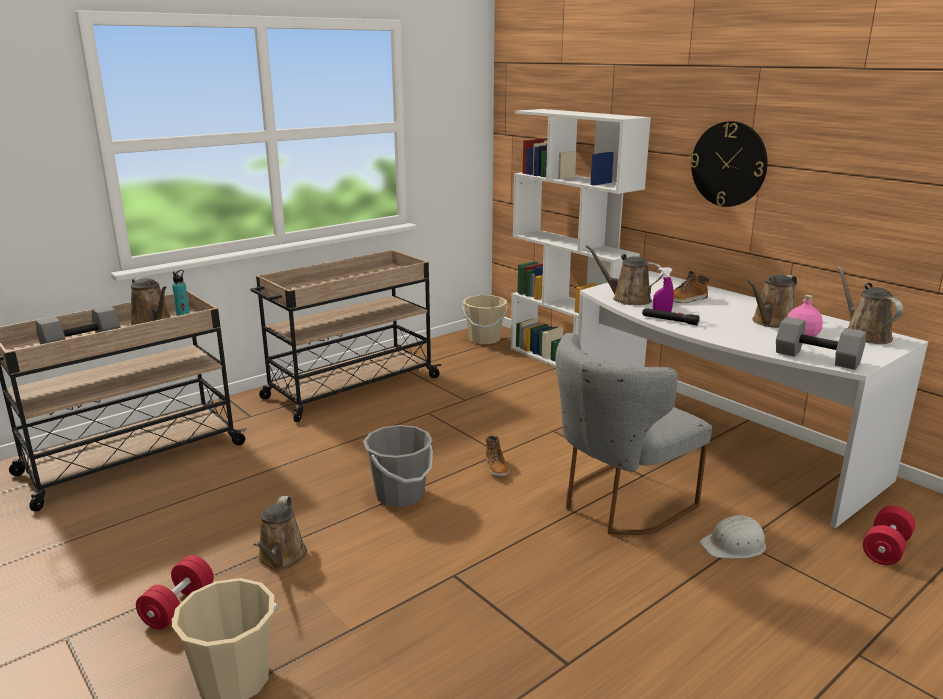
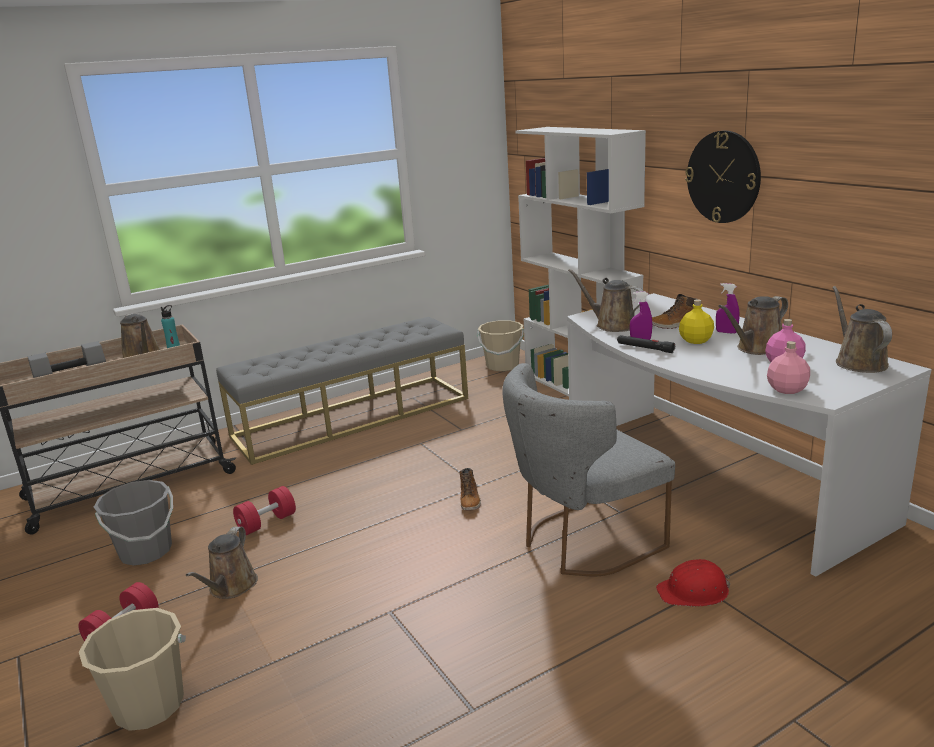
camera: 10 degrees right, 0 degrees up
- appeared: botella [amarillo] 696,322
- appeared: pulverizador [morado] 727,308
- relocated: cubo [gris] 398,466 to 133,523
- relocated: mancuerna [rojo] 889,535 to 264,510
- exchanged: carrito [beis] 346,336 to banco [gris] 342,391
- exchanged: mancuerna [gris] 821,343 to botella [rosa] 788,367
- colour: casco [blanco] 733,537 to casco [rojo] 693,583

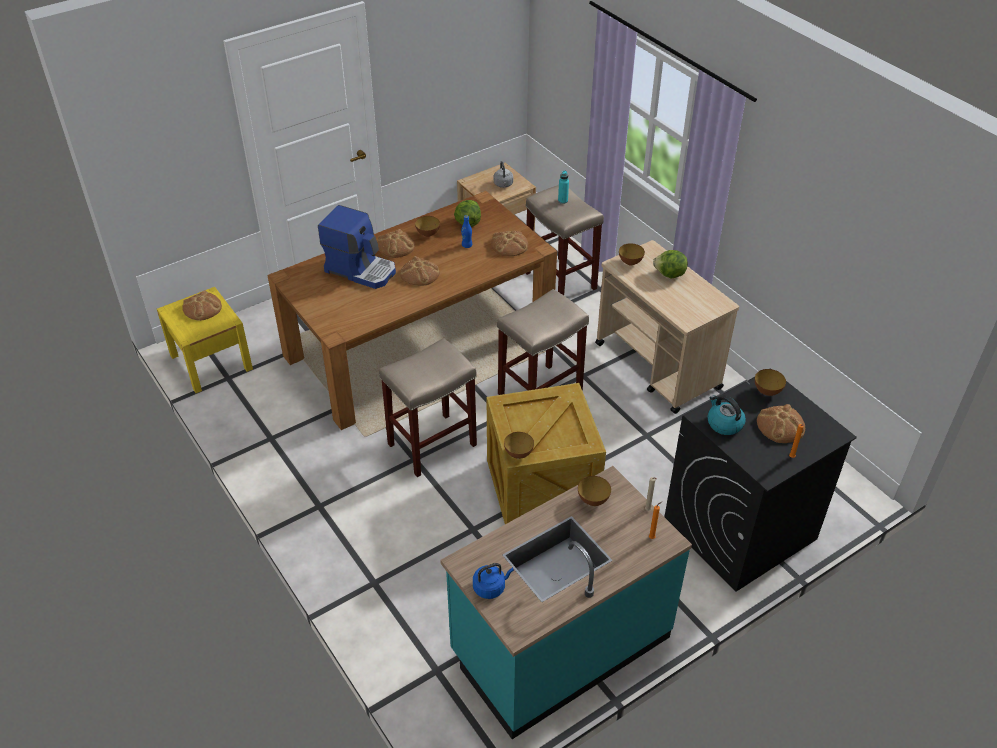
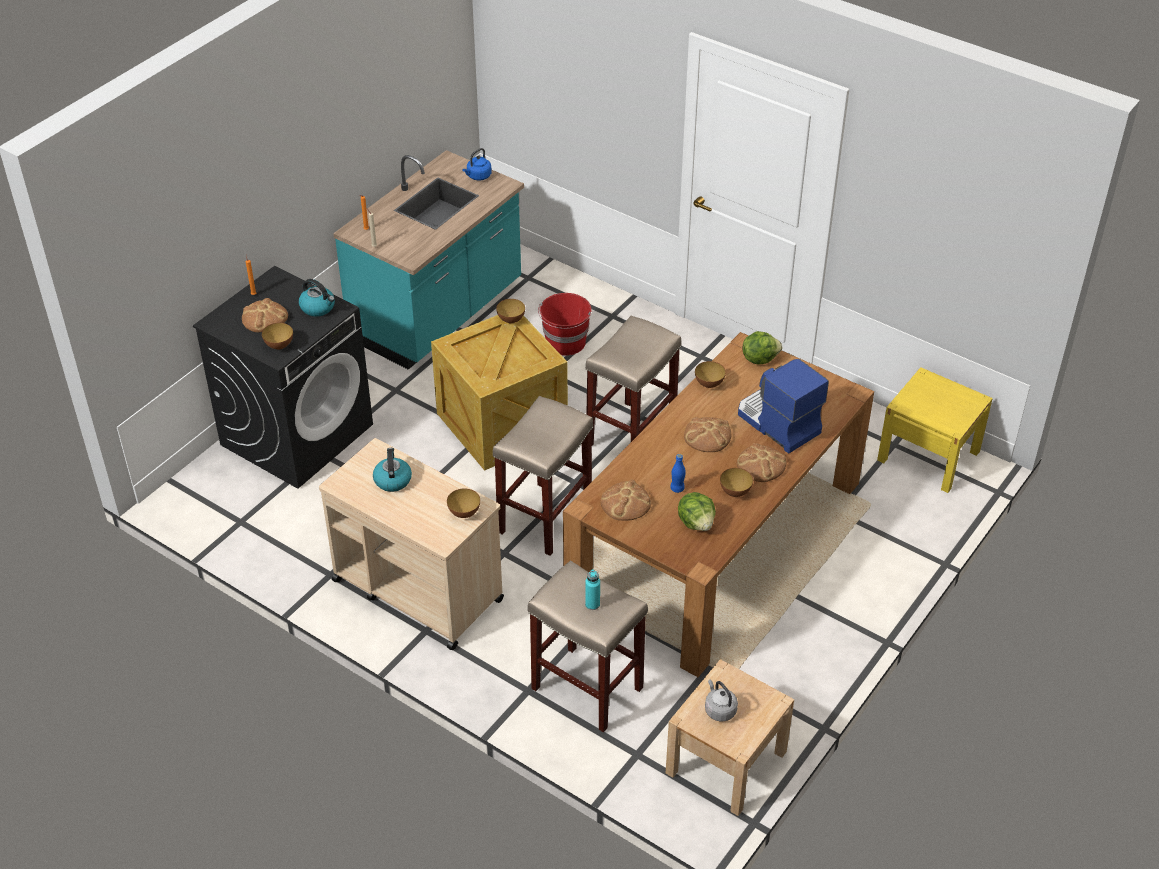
camera: 160 degrees right, 0 degrees up
- missing: pan 202,305
- appeared: hervidor 392,470
- appeared: cubo [rojo] 565,324
- relocated: cuenco 594,491 to 710,374
- relocated: lechuga 670,264 to 762,348
- spun: cafetera 357,247 = 783,406 45 degrees clockwise

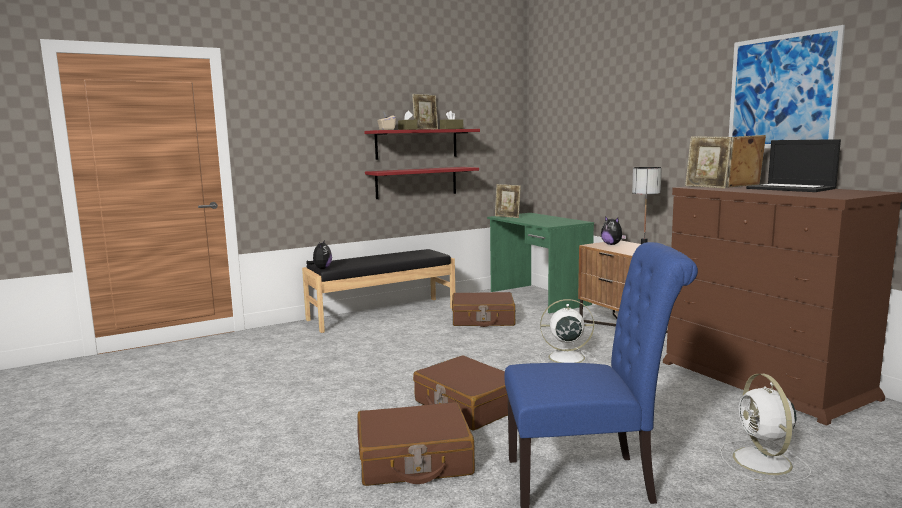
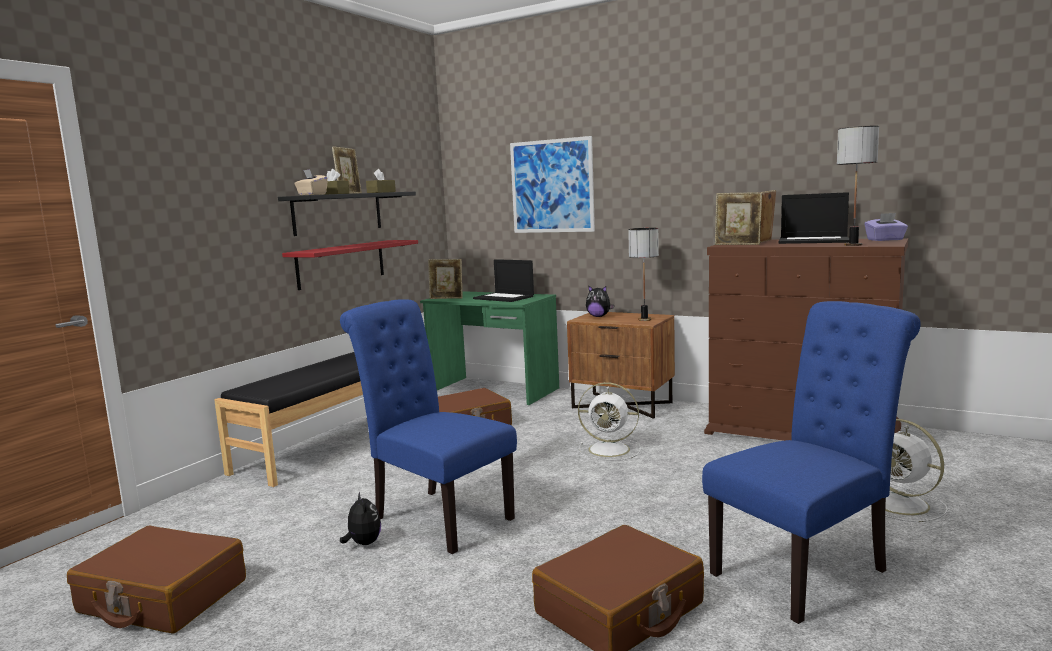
camera: 30 degrees left, 0 degrees up
- appeared: silla [azul] 428,426
- appeared: portátil 503,280
- appeared: lámpara de mesa 858,186
- appeared: caja de pañuelos [morado] 886,227
- relocated: peluche 319,254 to 360,518
- relocated: maleta [marrón] 460,392 to 156,579
- relocated: cuadro 787,86 to 552,184
- colour: estante [rojo] 422,144 to estante [negro] 347,214
- spun: ventilador [blanco] 567,331 = 609,421 135 degrees counterclockwise

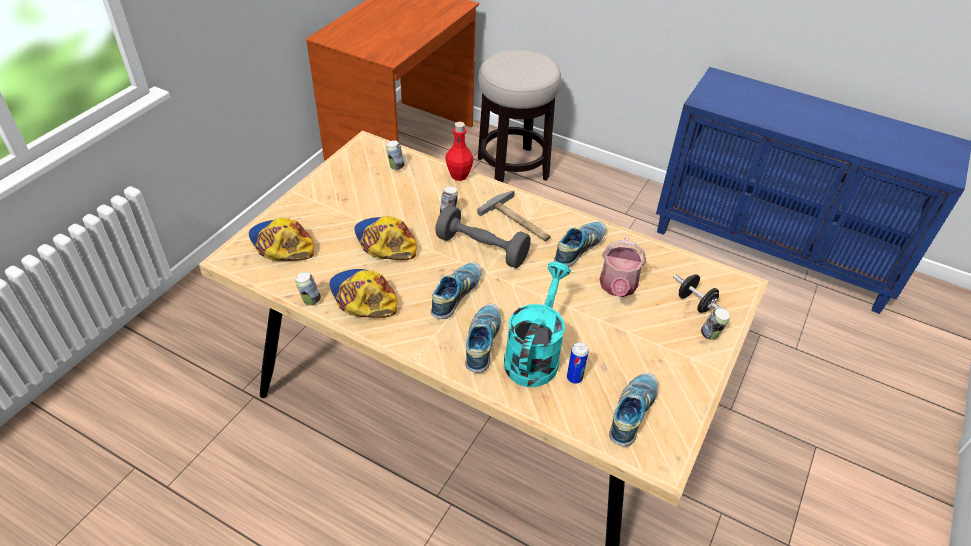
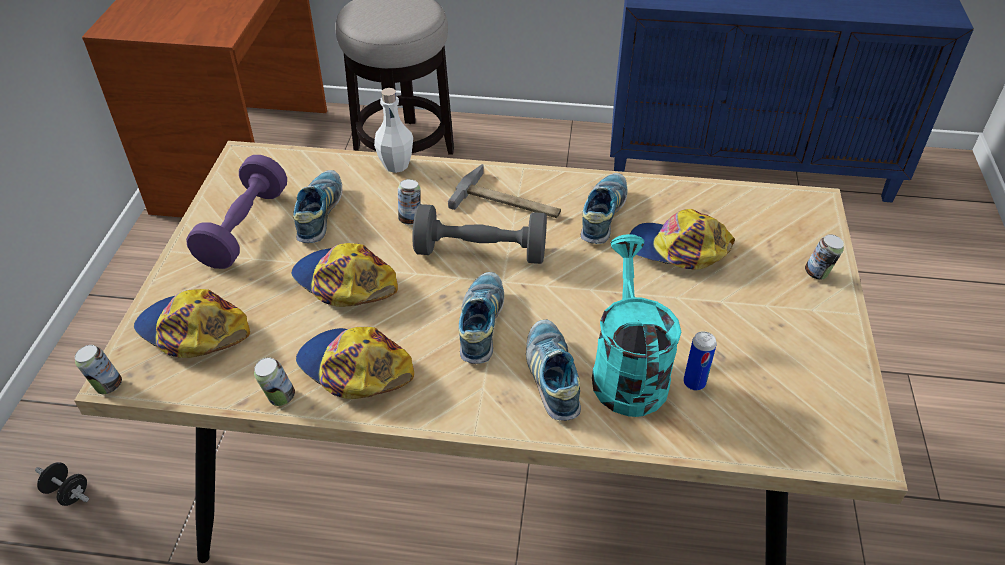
camera: 20 degrees left, 0 degrees up
- appeared: mancuerna [morado] 236,212
- relocated: lata 395,155 to 98,369
- relocated: zapato 633,410 to 317,206
- relocated: mancuerna [negro] 697,293 to 62,484
- exchanged: regadera 622,266 to gorra 682,239
- colour: botella [rojo] 459,151 to botella [blanco] 393,130

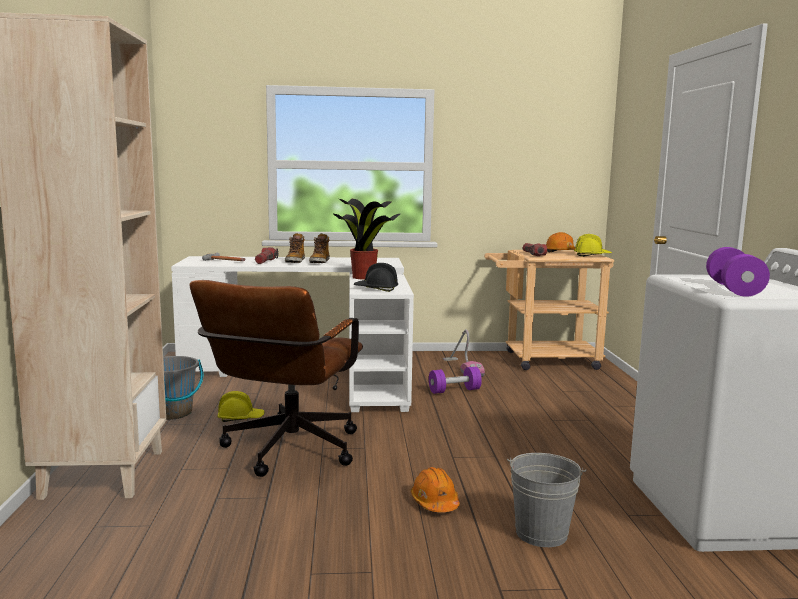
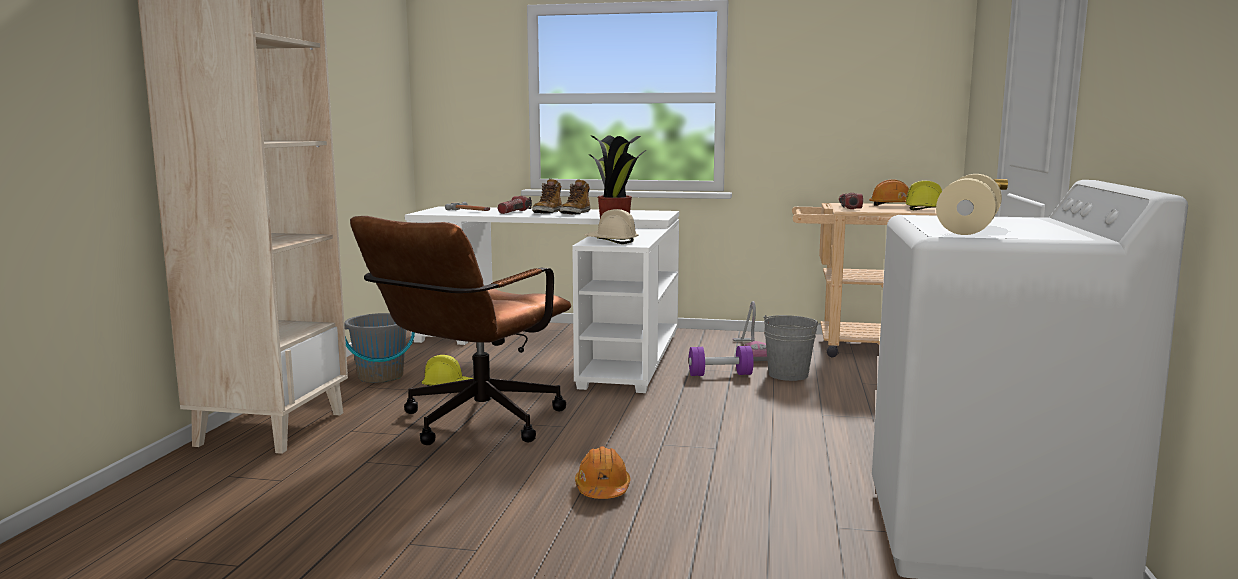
camera: 15 degrees right, 0 degrees up
- relocated: cubo [gris] 546,500 to 792,348
- colour: casco [negro] 376,277 to casco [beis] 611,226
- colour: mancuerna [morado] 738,272 to mancuerna [beis] 969,204

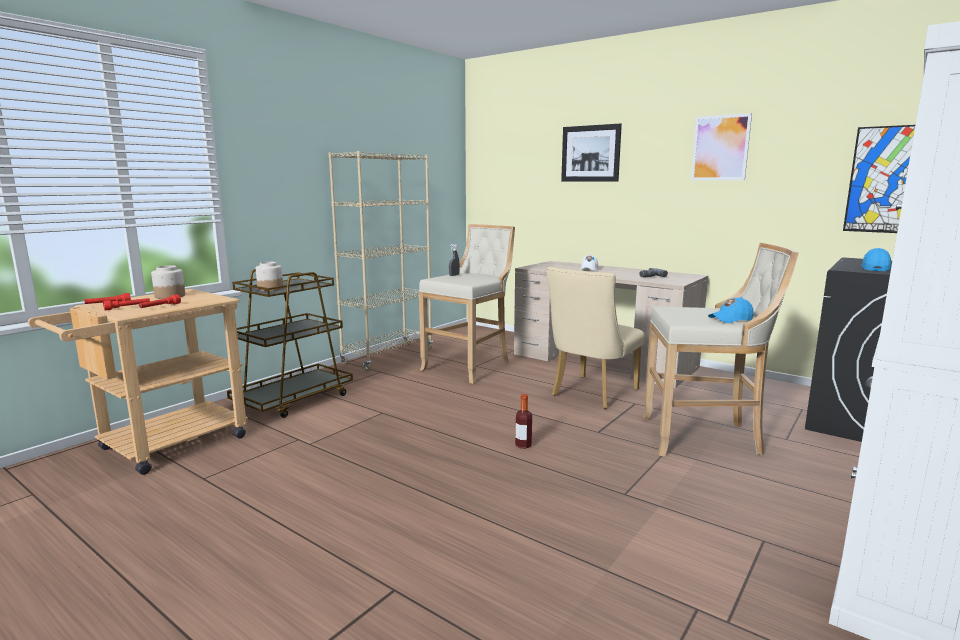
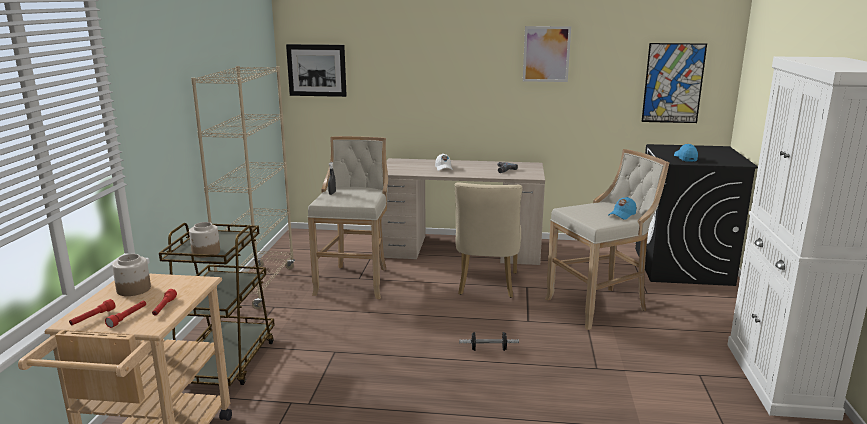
camera: 30 degrees left, 5 degrees up
- relocated: cuadro 591,152 to 316,70
- exchanged: botella 523,421 to mancuerna 489,341

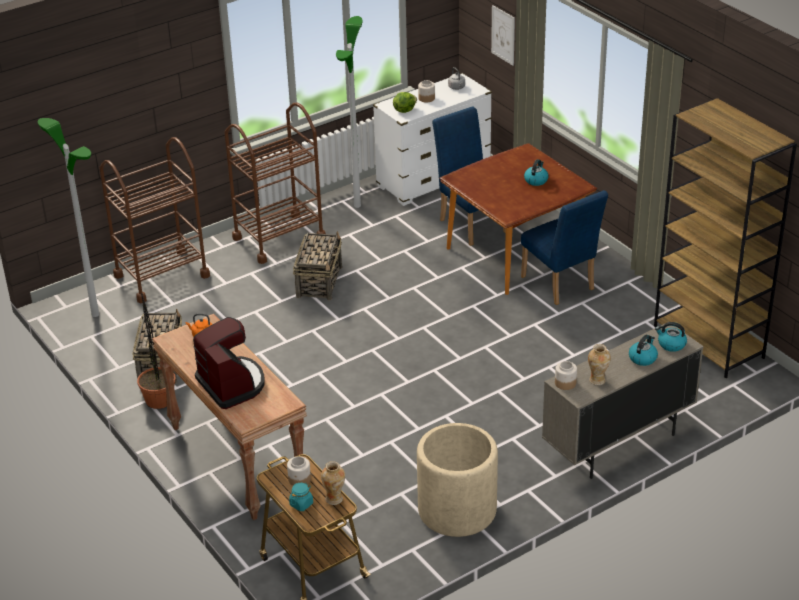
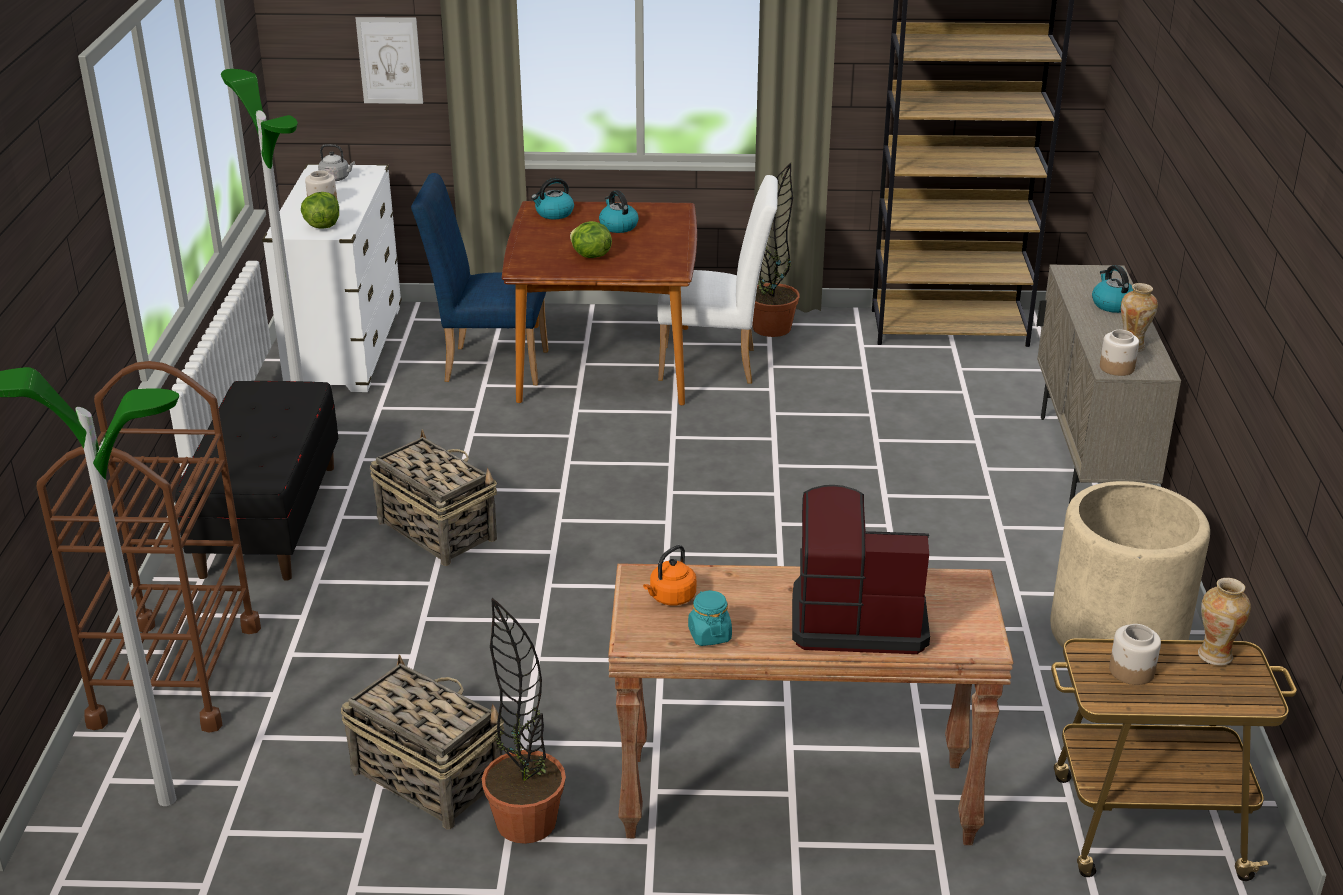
camera: 55 degrees left, 5 degrees down
- appeared: lechuga 591,239
- appeared: planta en maceta 776,250
- relocated: tarro [turquesa] 301,497 to 710,618
- relocated: hervidor 671,337 to 552,198
- exchanged: carrito [marrón] 275,183 to banco [negro] 256,481
- colour: silla [azul] 564,247 to silla [blanco] 717,279

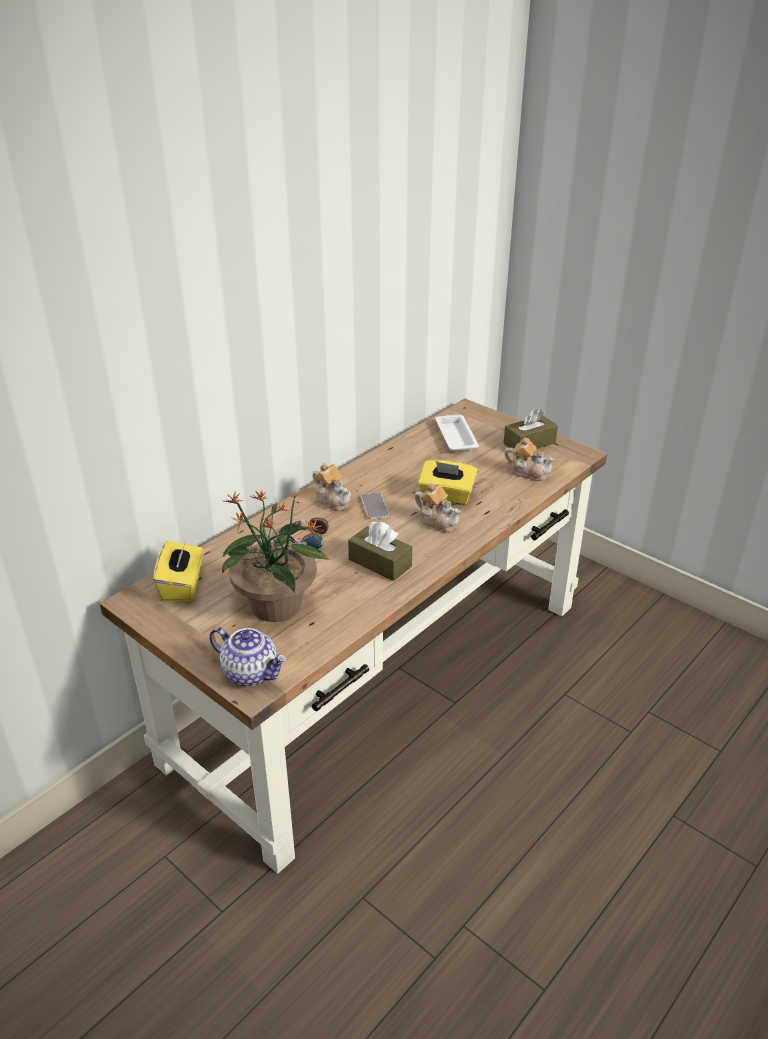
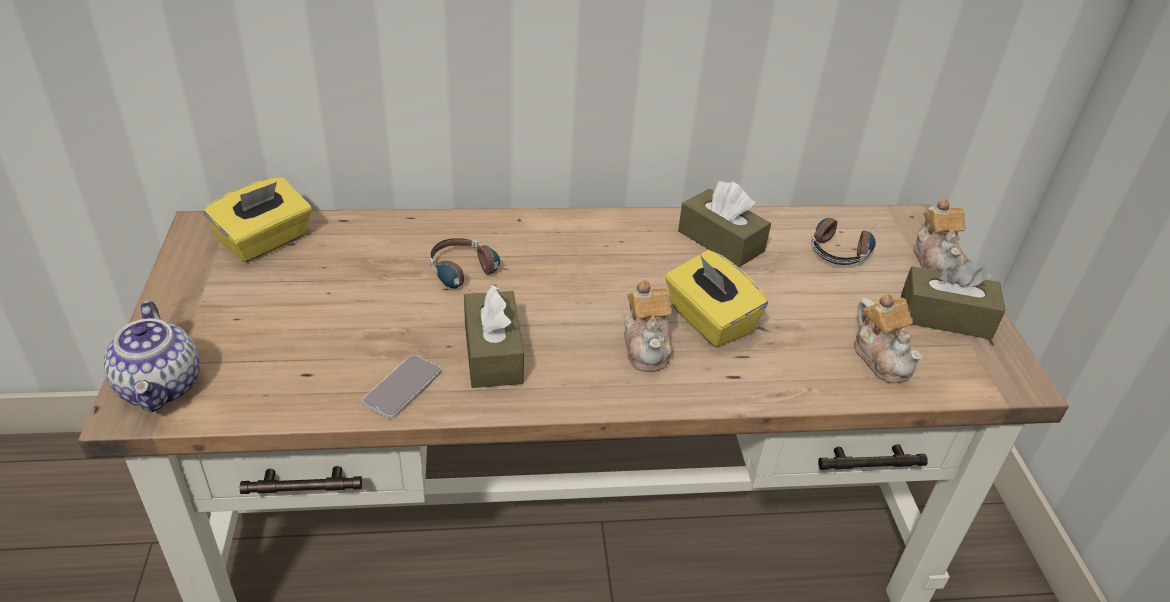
camera: 40 degrees right, 5 degrees up
- missing: planta en maceta 276,555
- appeared: caja de pañuelos [marrón] 724,224
- relocated: tetera 332,487 to 940,235
- relocated: móvil 375,505 to 401,387
- exchanged: bandeja [blanco] 457,433 to auriculares 843,241

